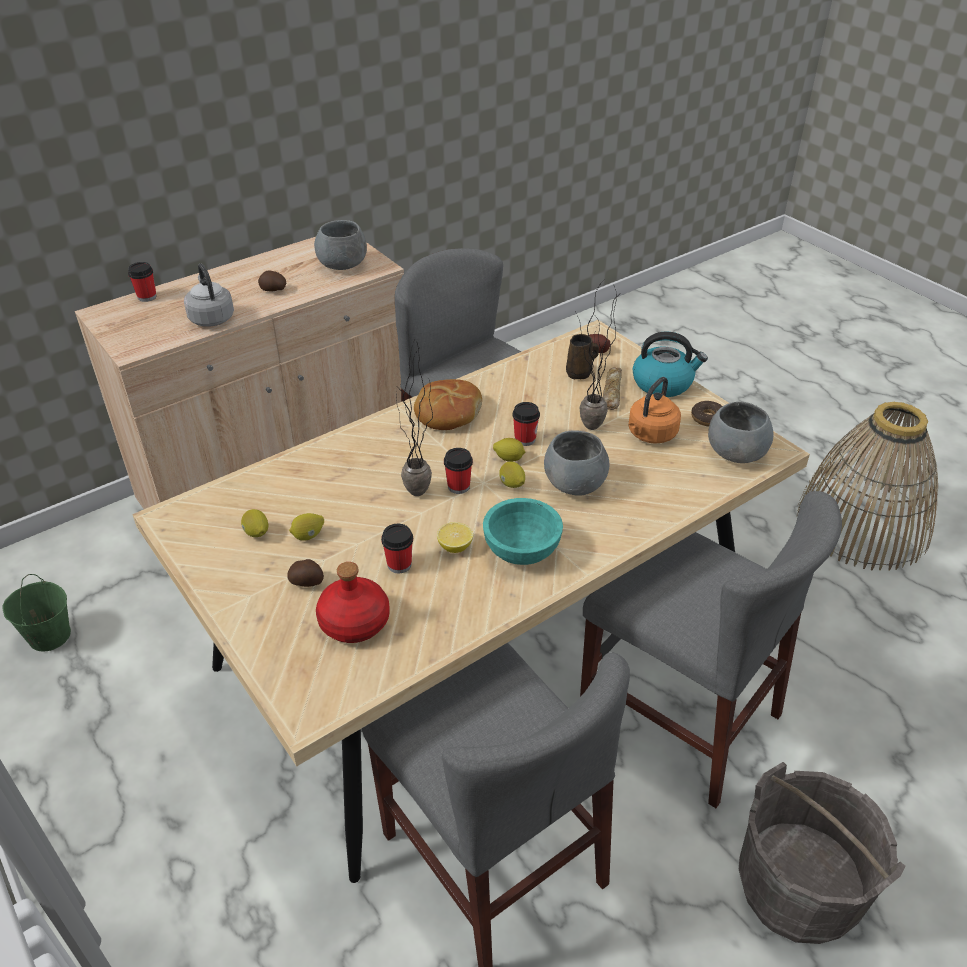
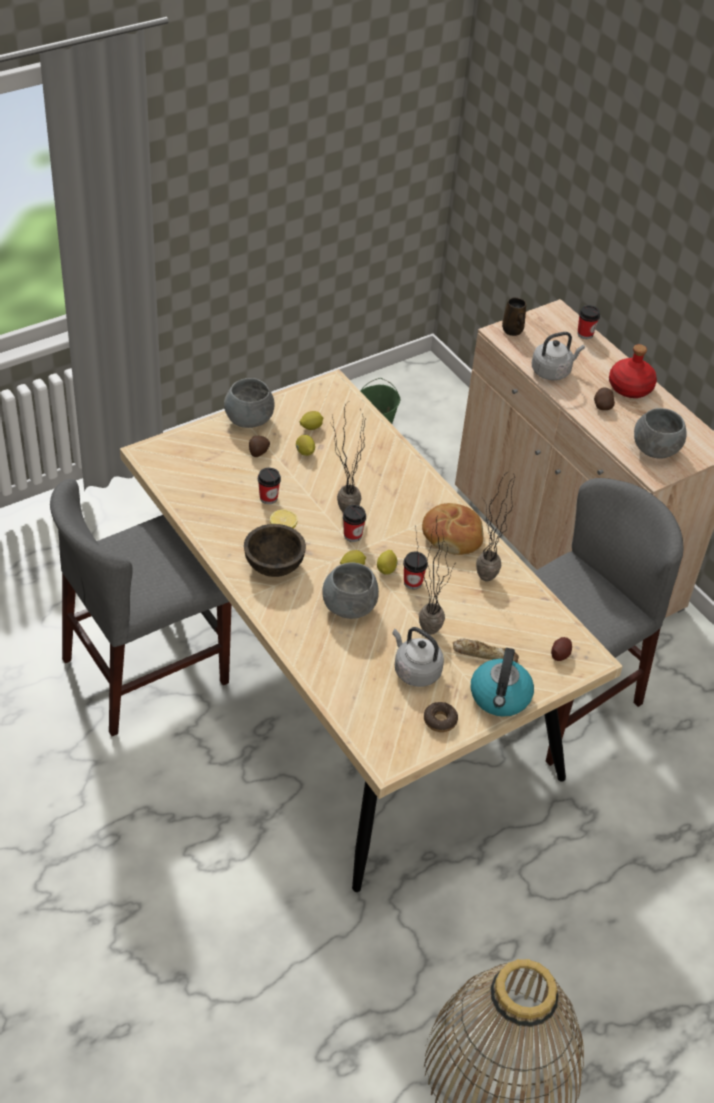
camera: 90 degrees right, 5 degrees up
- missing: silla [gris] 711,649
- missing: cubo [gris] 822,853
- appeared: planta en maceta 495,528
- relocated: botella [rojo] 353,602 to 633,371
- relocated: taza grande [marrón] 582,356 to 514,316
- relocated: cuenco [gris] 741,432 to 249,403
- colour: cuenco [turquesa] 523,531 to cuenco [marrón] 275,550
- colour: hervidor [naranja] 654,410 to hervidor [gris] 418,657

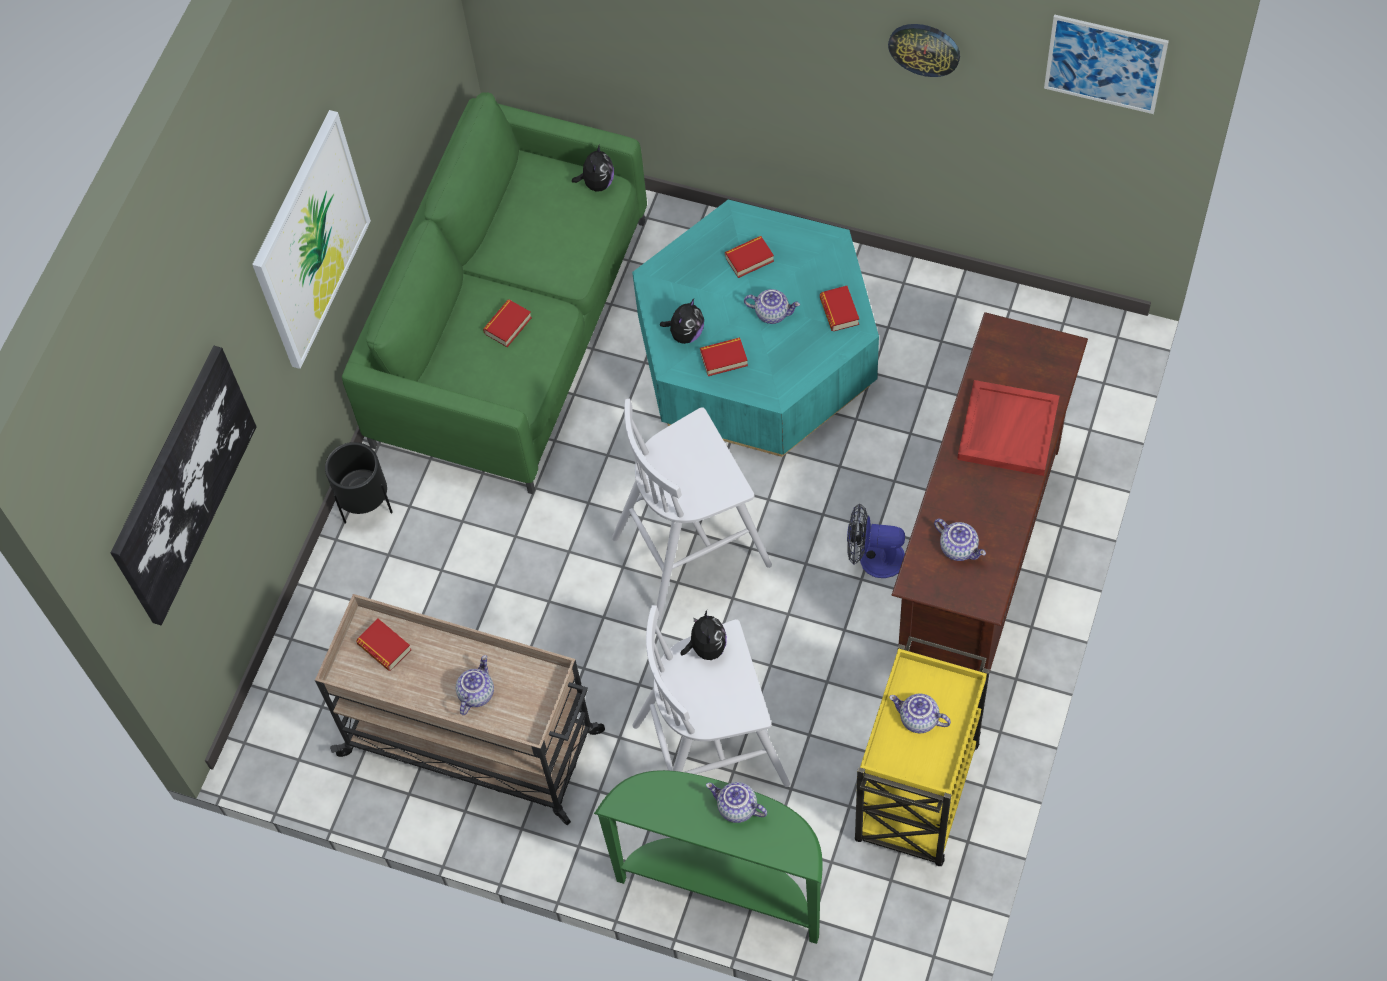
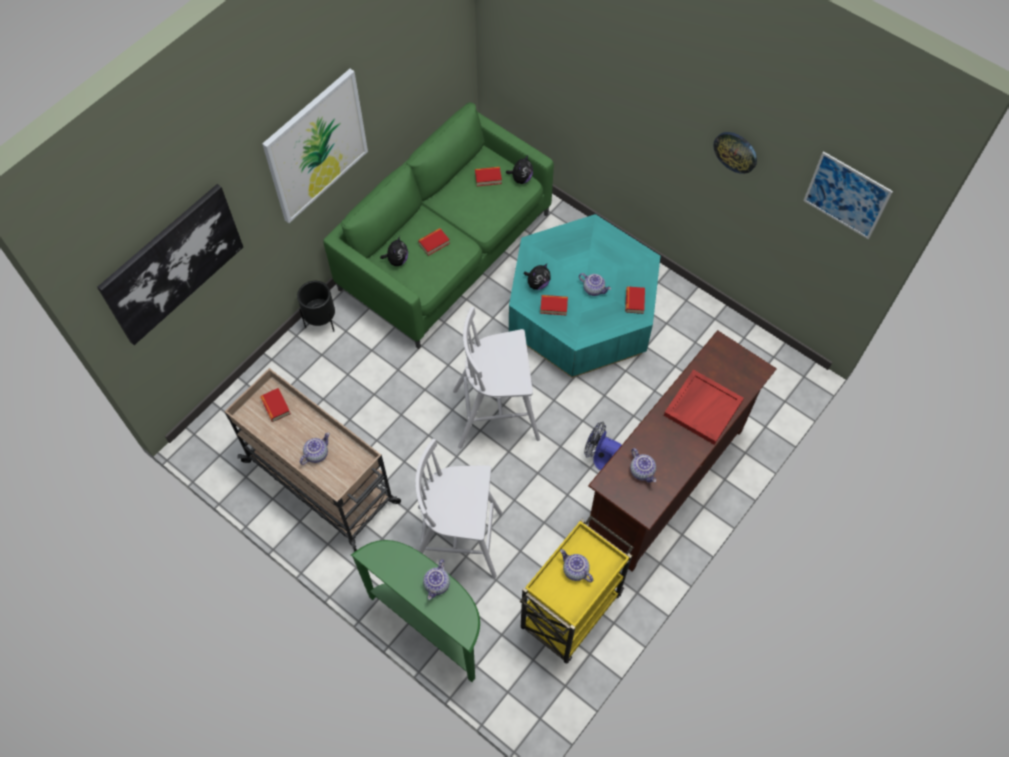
camera: 15 degrees right, 0 degrees up
- relocated: peluche 703,635 to 394,251
- relocated: libro 749,257 to 488,176
- spun: tetera 736,802 = 436,579 120 degrees counterclockwise

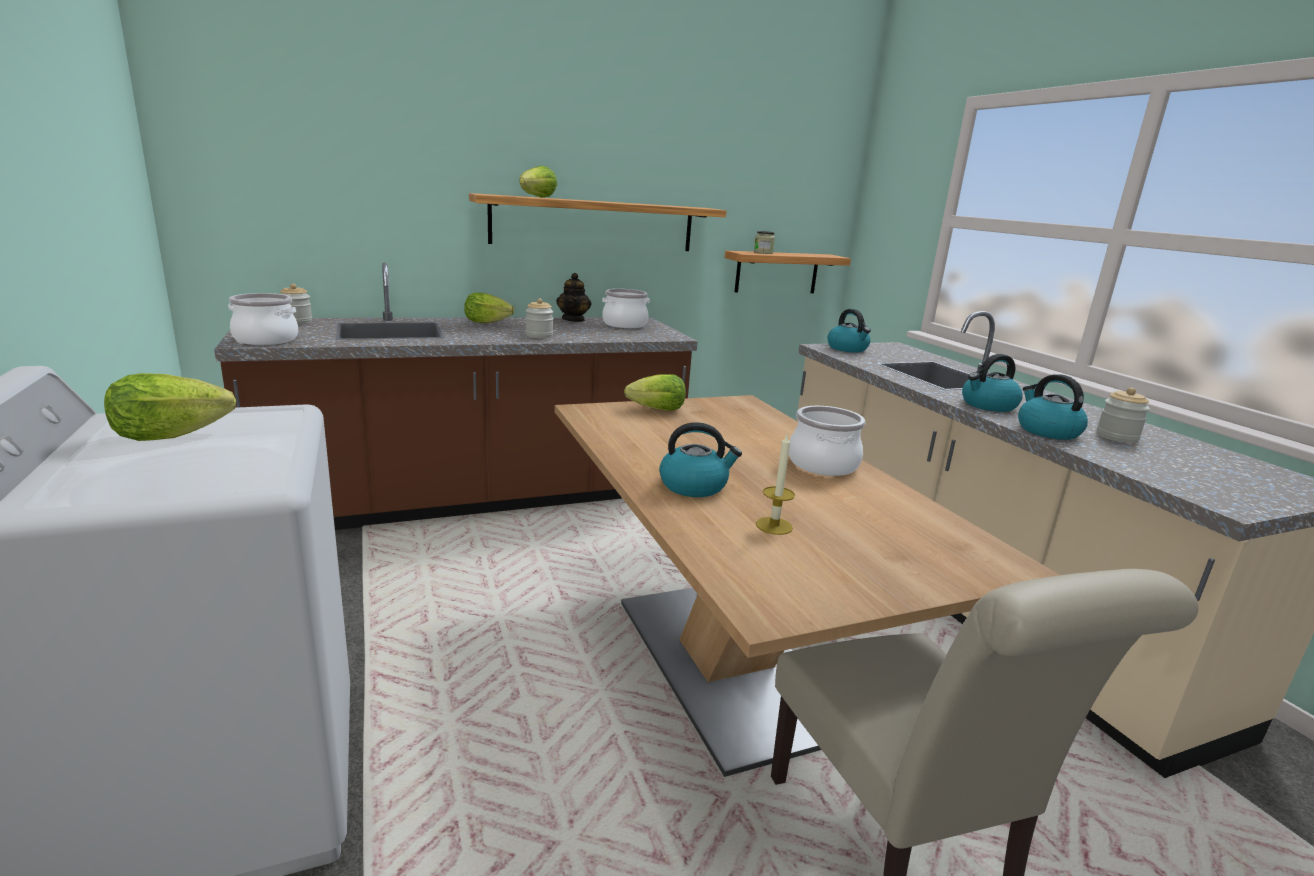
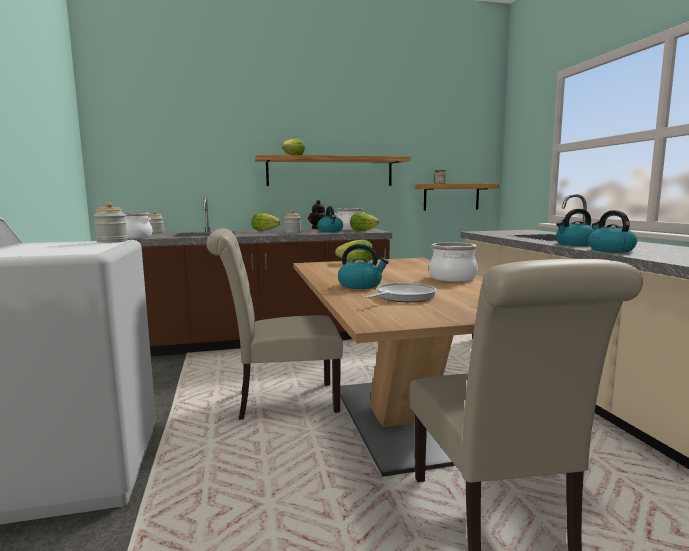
camera: 10 degrees right, 10 degrees down
- appeared: silla [beis] 274,324
- relocated: lechuga 170,407 to 364,222
- relocated: hervidor 849,331 to 330,219
- relocated: tarro 1123,415 to 111,222
- exchanged: vela 775,483 to sartén 401,292

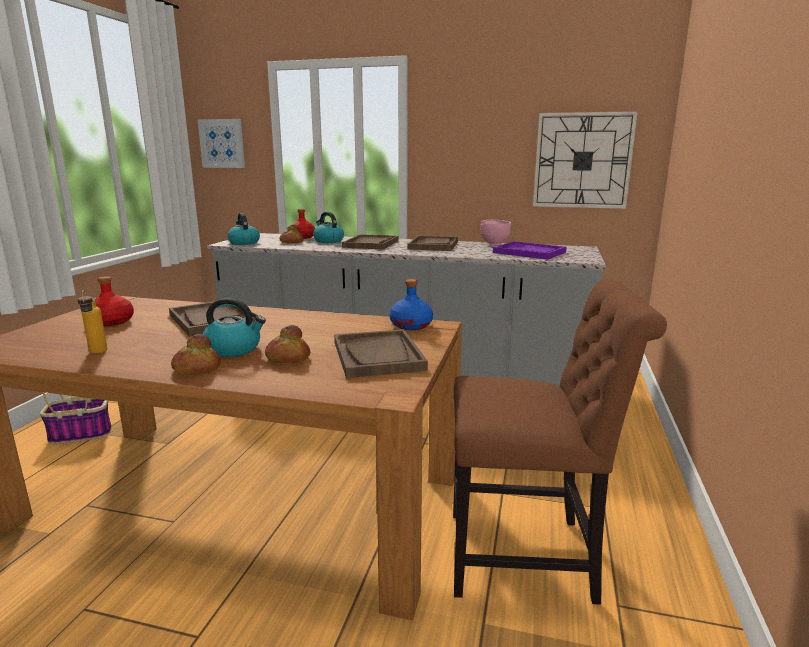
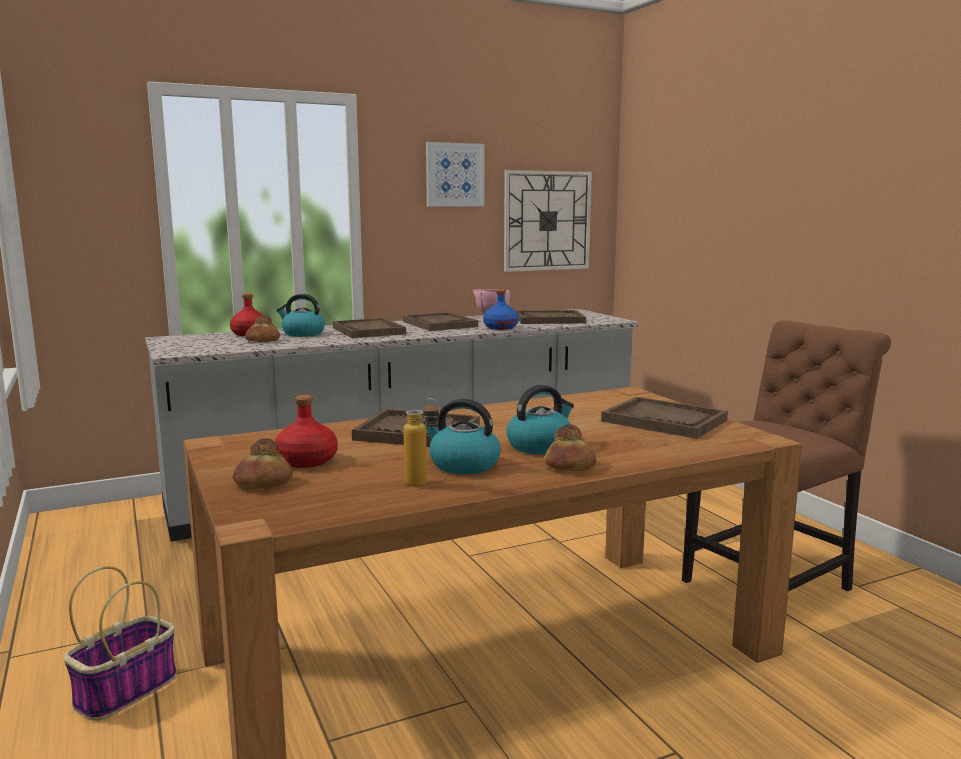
camera: 40 degrees left, 5 degrees down
- relocated: cuadro 221,143 to 455,174
- relocated: hervidor 243,229 to 461,436
- relocated: pan 287,344 to 263,463
- relocated: botella [azul] 411,304 to 501,309
- colour: bandeja [morado] 530,250 to bandeja [marrón] 551,317

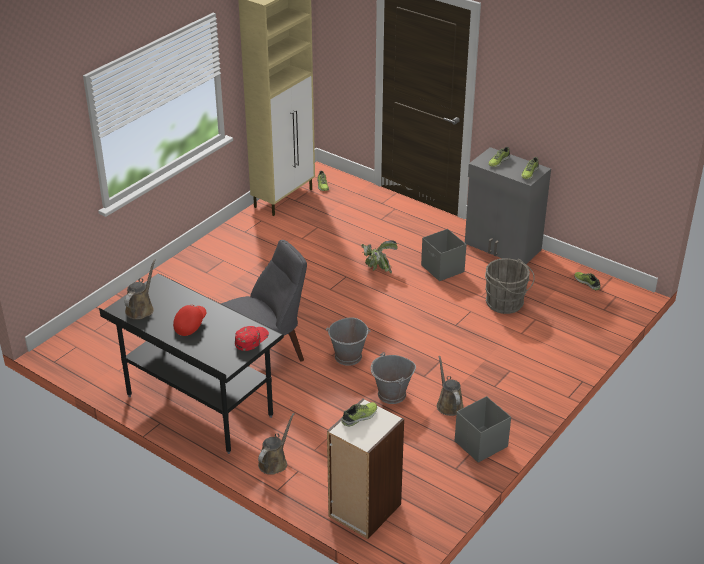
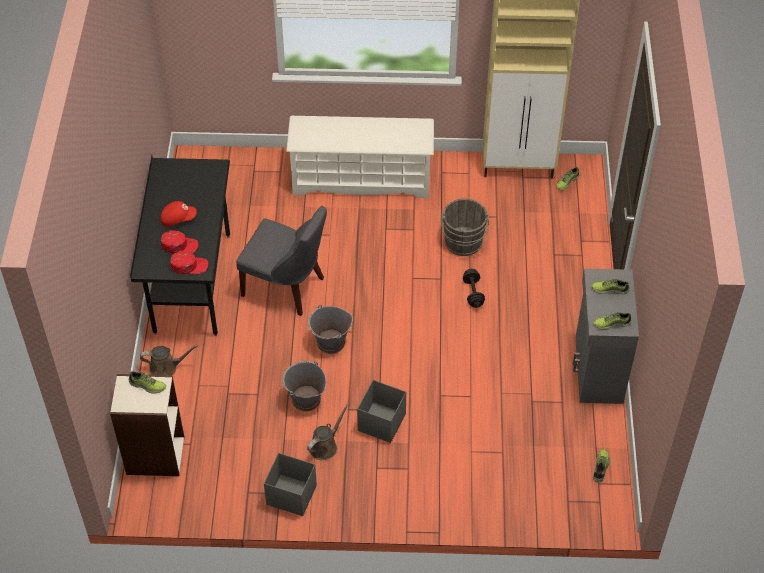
camera: 55 degrees right, 15 degrees up
- missing: regadera [marrón] 140,289
- appeared: gorra [rojo] 179,241
- appeared: zapatero [blanco] 360,157
- relocated: caja de almacenaje [gris] 443,255 to 381,411
- relocated: cubo [gris] 510,286 to 465,227
- exchanged: planta en maceta 379,257 to mancuerna [negro] 474,288

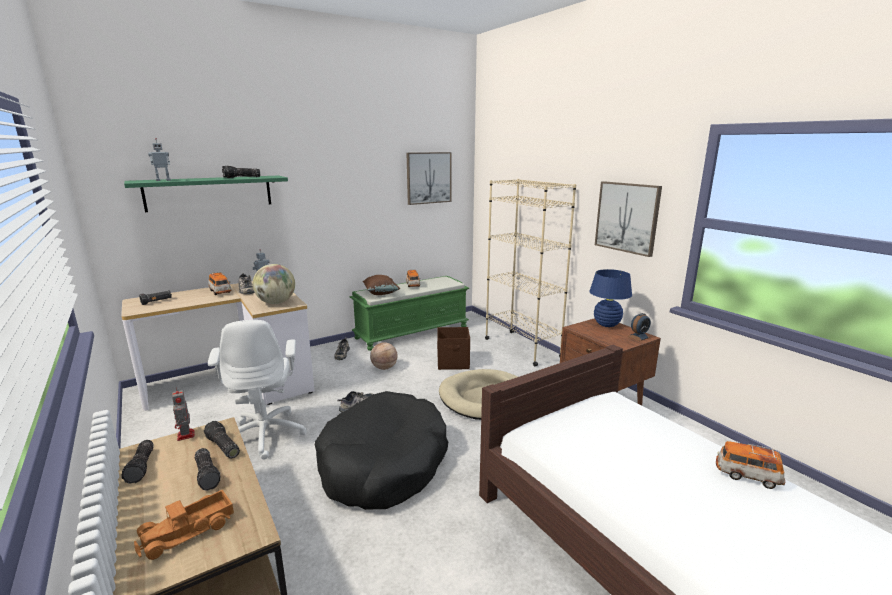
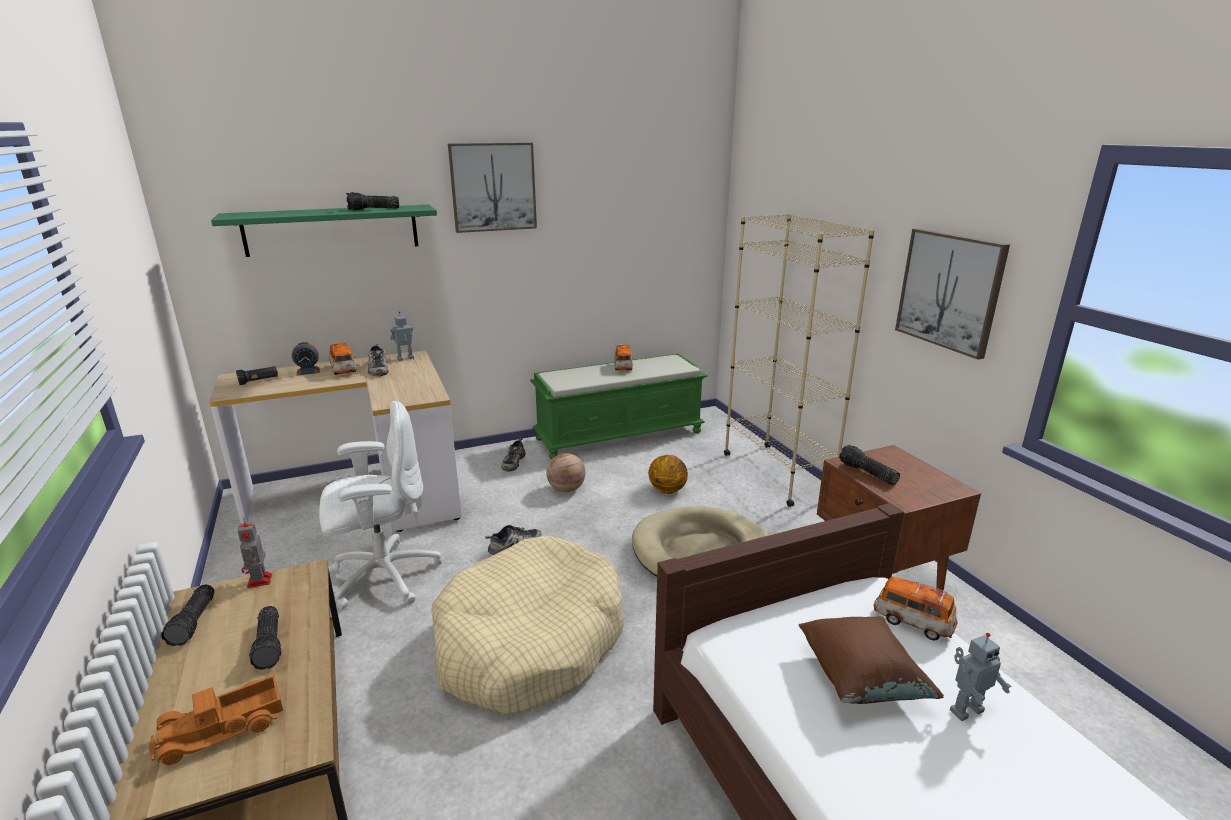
camera: 10 degrees right, 5 degrees up
- missing: globo terráqueo 273,284
- missing: lámpara de mesa [azul] 610,298
- relocated: robot de juguete 159,159 to 981,677
- relocated: linterna 222,440 to 869,464
- relocated: cojín [marrón] 382,285 to 871,660
- relocated: cuadro 429,178 to 492,188
- relocated: despertador 639,327 to 306,358
- relocated: coche de juguete 750,465 to 915,608
- exchanged: caja de almacenaje [marrón] 453,348 to balón de baloncesto 668,474
- colour: cama para perro [negro] 381,450 to cama para perro [beis] 527,624
- spun: silla de oficina [blanco] 257,389 = 380,505 105 degrees counterclockwise

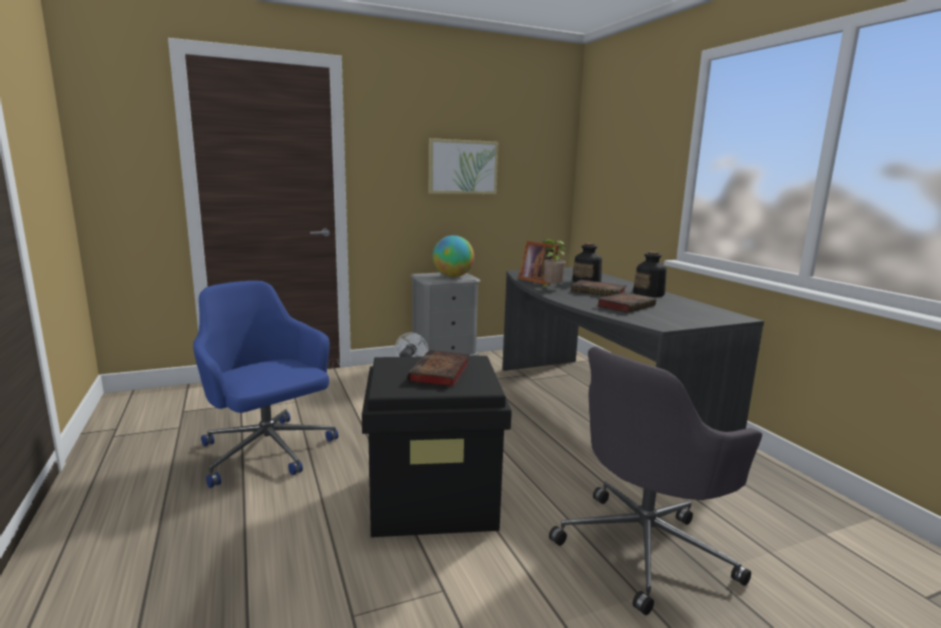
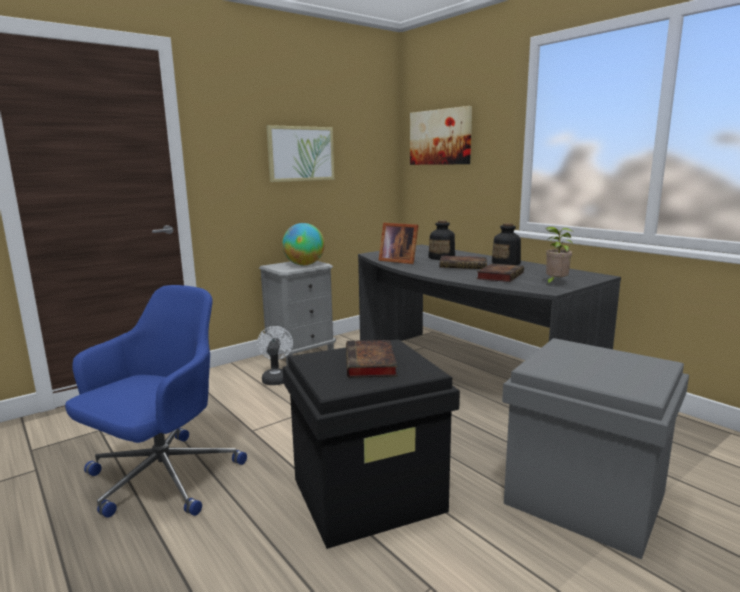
camera: 15 degrees left, 0 degrees up
- appeared: cuadro 441,135
- relocated: planta en maceta 553,264 to 559,255
- exchanged: silla de oficina [gris] 655,481 to caja de almacenaje [gris] 595,449
- spun: silla de oficina [azul] 265,384 = 156,401 90 degrees clockwise

